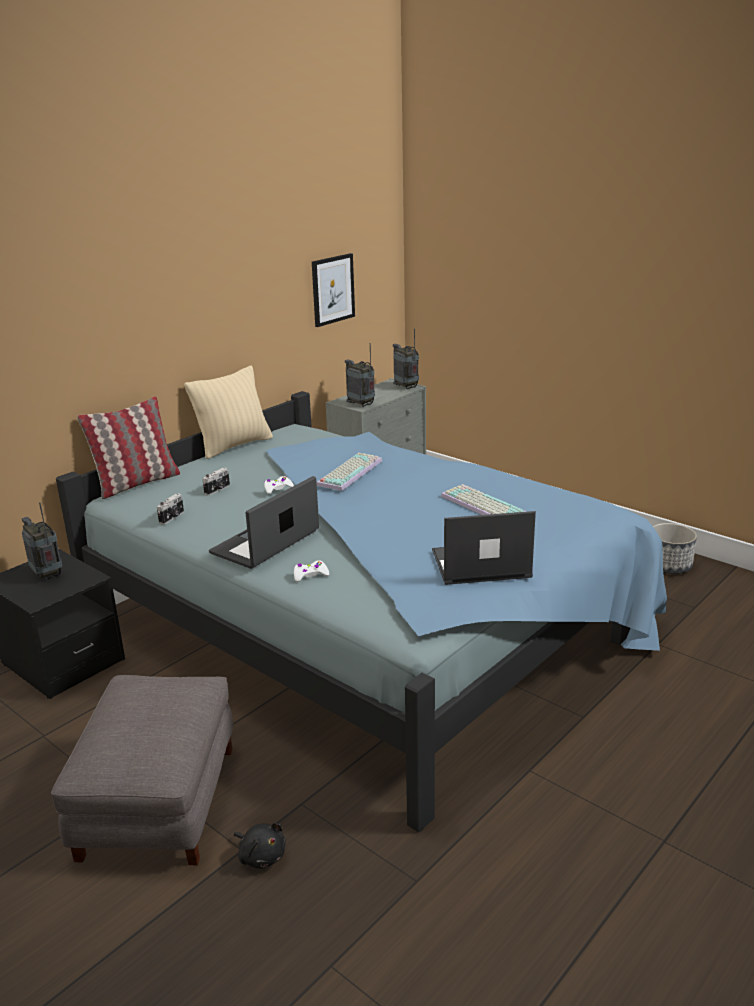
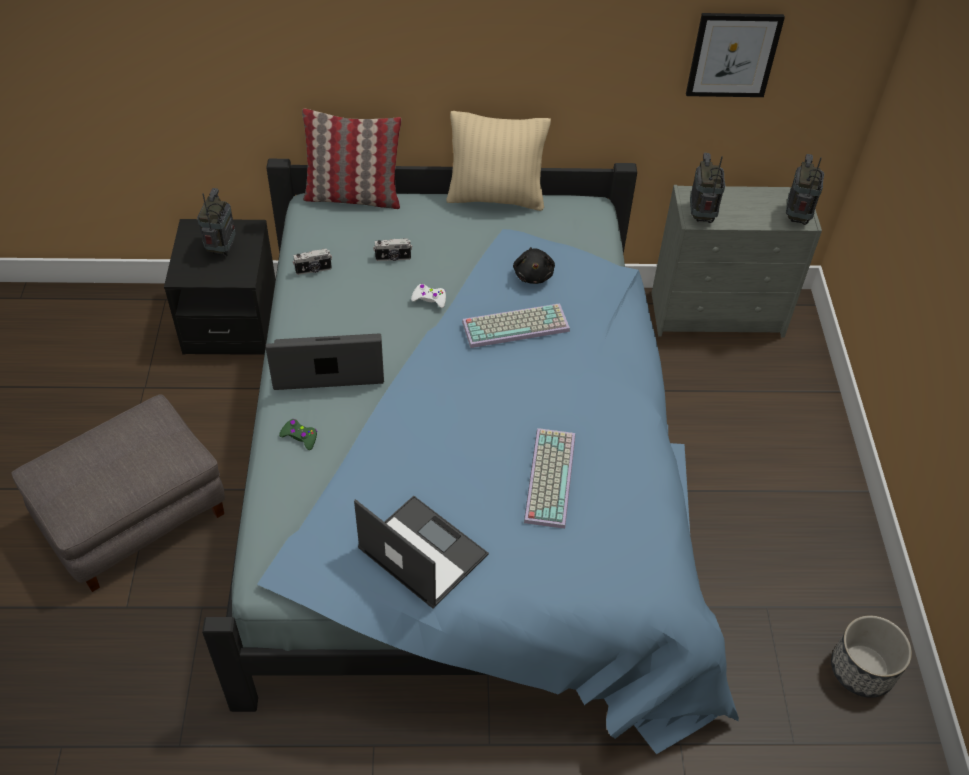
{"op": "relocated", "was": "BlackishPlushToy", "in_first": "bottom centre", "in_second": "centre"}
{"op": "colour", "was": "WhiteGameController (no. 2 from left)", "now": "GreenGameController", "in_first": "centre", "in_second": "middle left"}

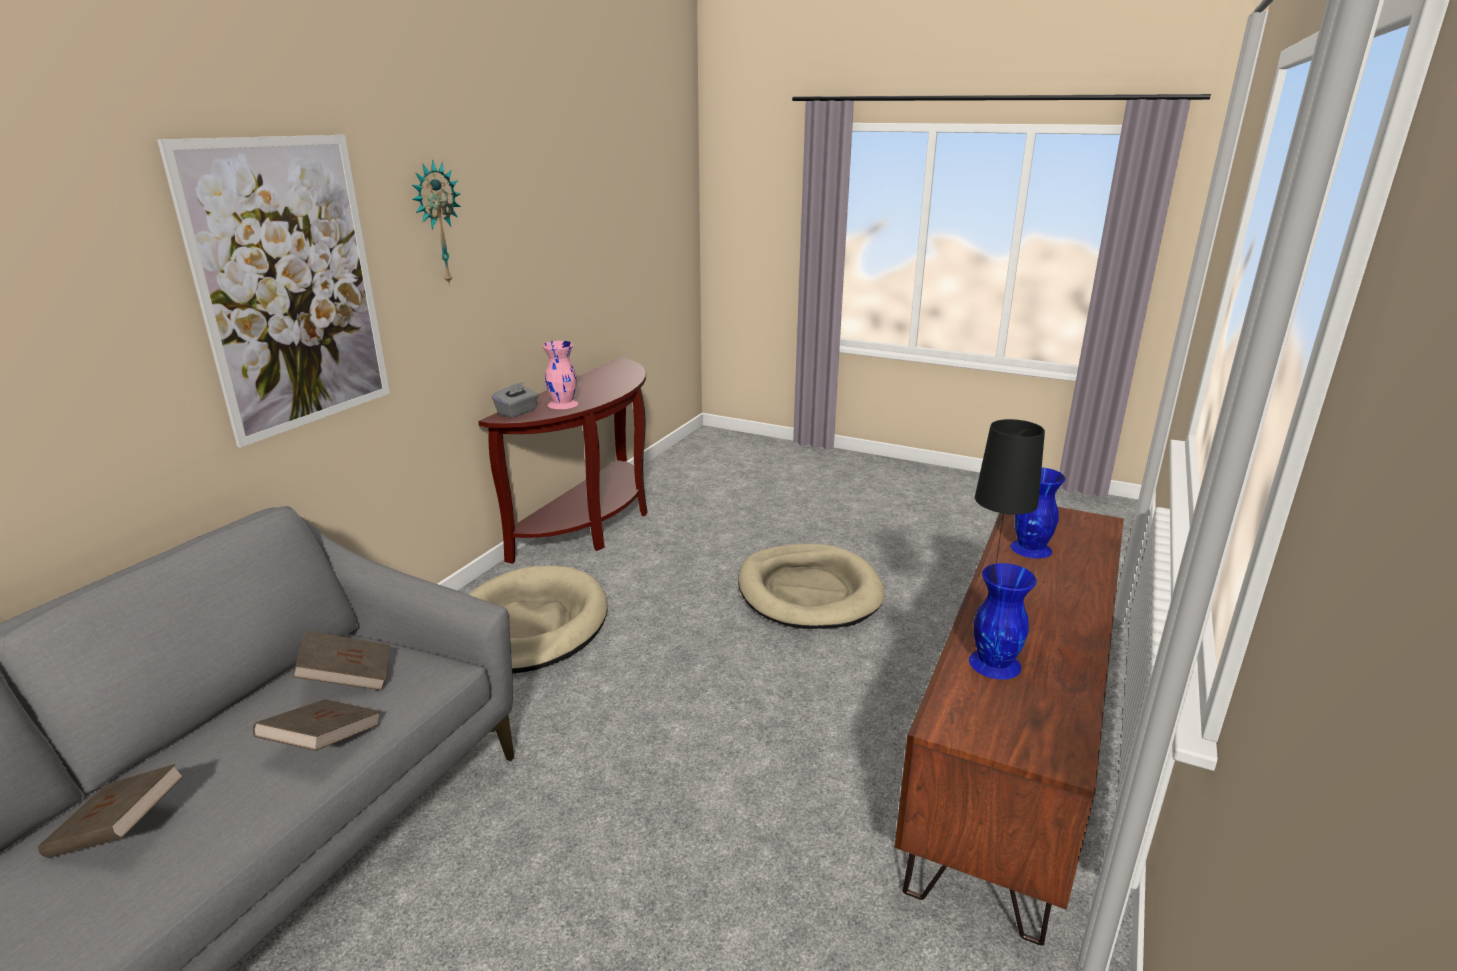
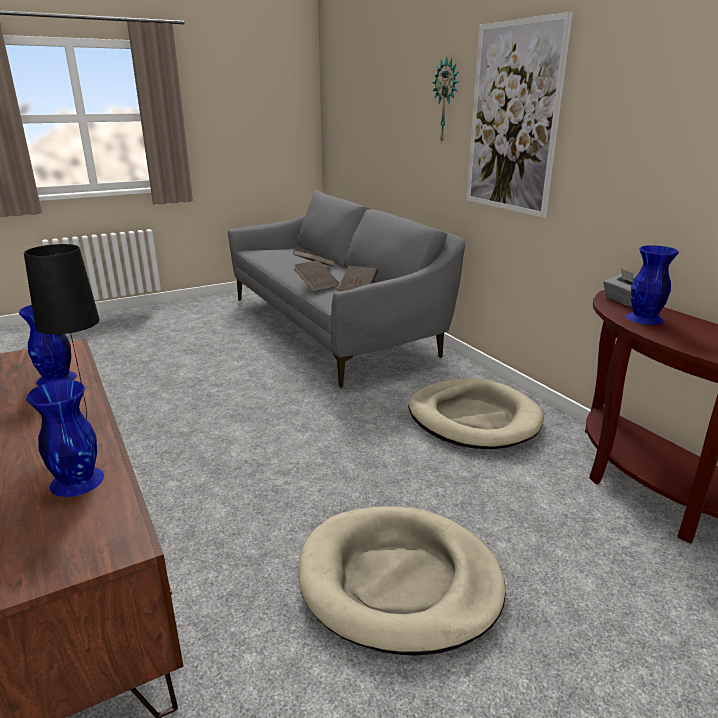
{"op": "relocated", "was": "WallClock", "in_first": "top left", "in_second": "top centre"}
{"op": "colour", "was": "PinkColouredFlowerVase", "now": "BlueColouredFlowerVase (no. 3 from left)", "in_first": "centre", "in_second": "middle right"}

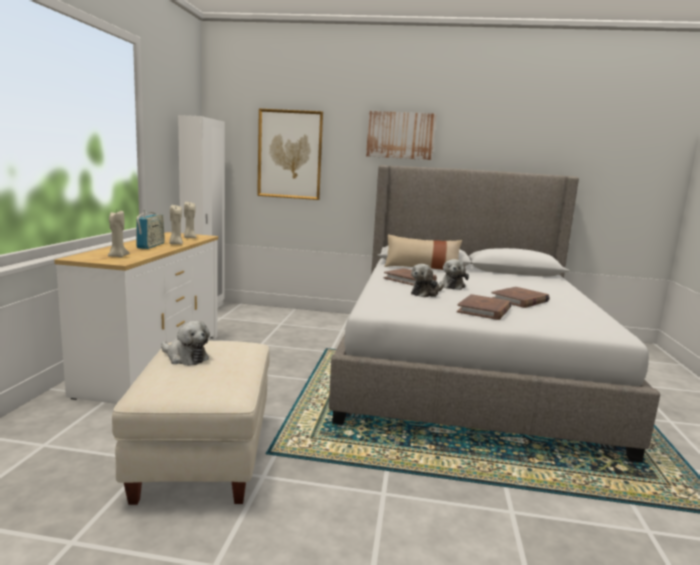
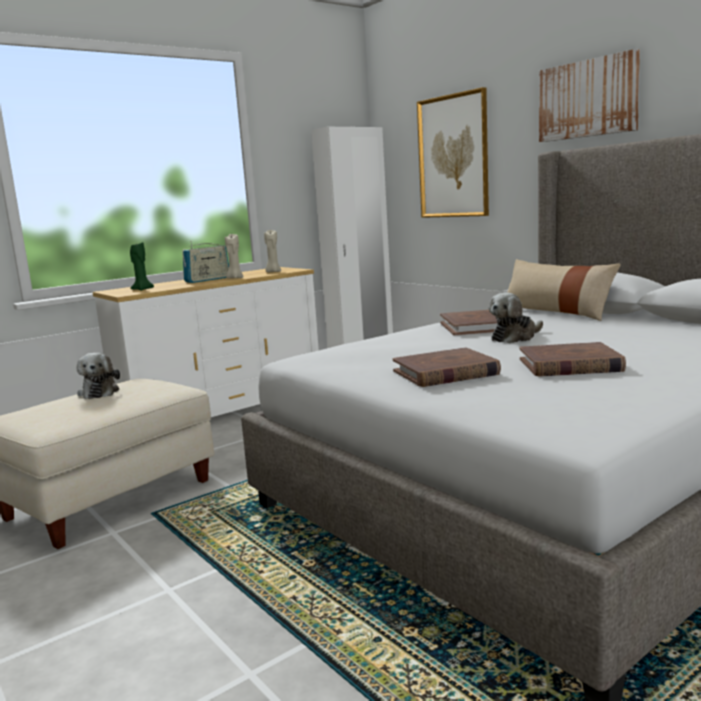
{"op": "colour", "was": "SandColouredWaxCandle (no. 1 from left)", "now": "GreenWaxCandle", "in_first": "middle left", "in_second": "middle left"}
{"op": "missing", "was": "PlushToy (no. 2 from left)", "in_first": "centre"}

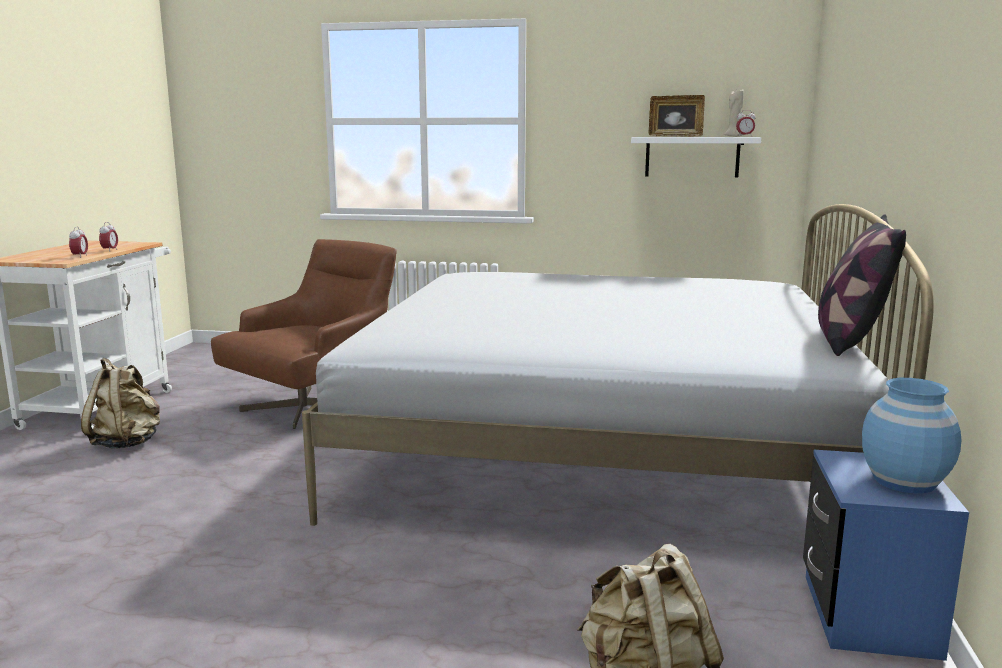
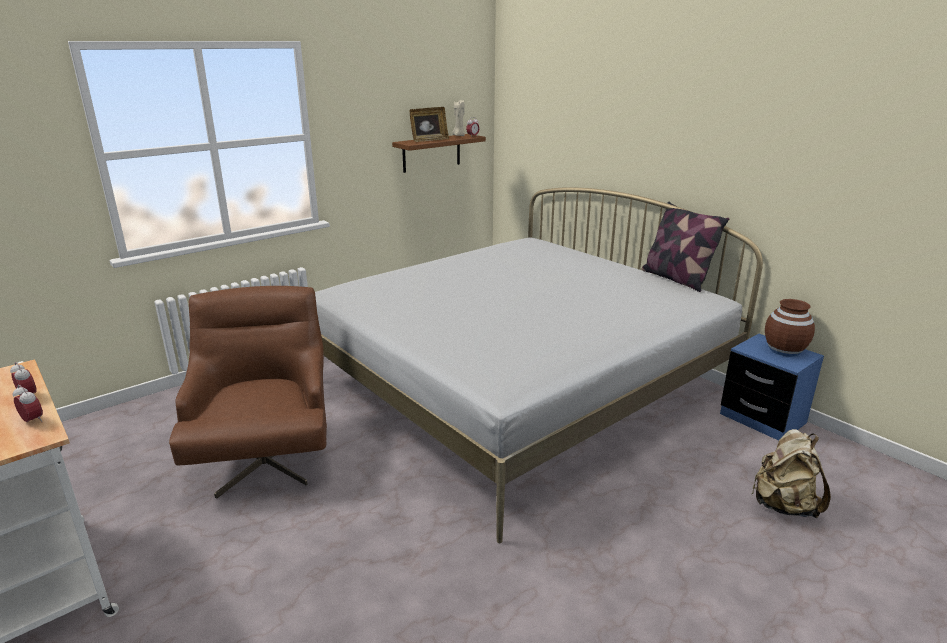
{"op": "missing", "was": "SandColouredRucksack (no. 1 from left)", "in_first": "middle left"}
{"op": "colour", "was": "WhiteShelf", "now": "BrownColouredShelf", "in_first": "top right", "in_second": "top centre"}
{"op": "colour", "was": "BlueColouredFlowerVase", "now": "BrownColouredFlowerVase", "in_first": "middle right", "in_second": "middle right"}

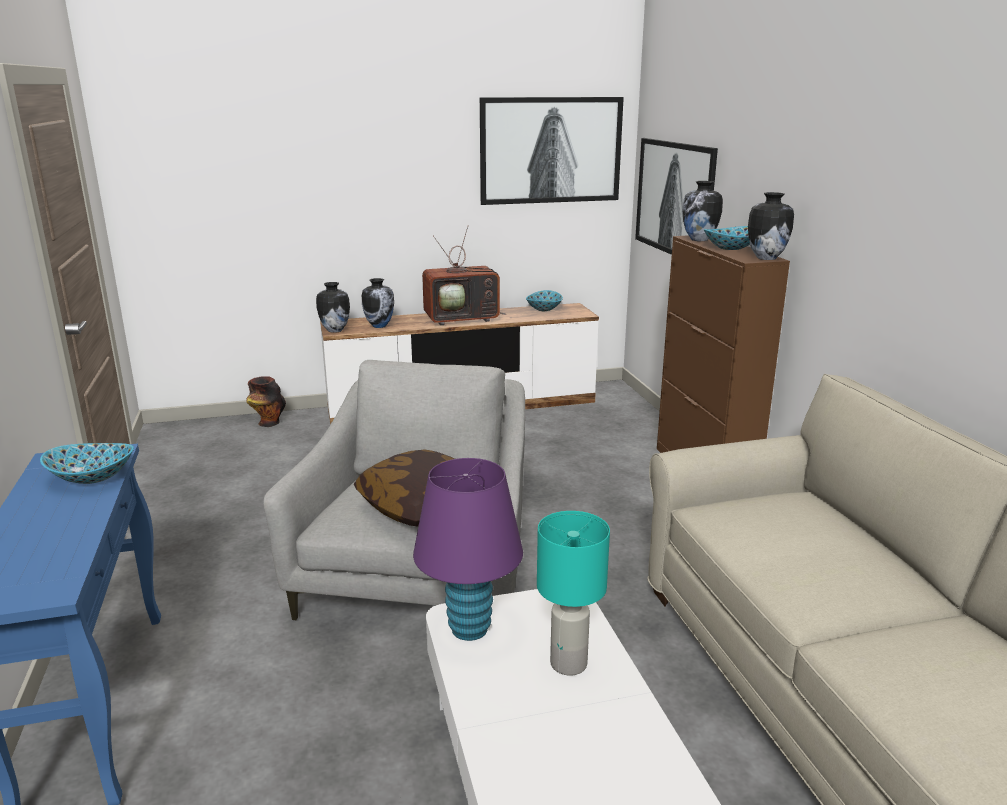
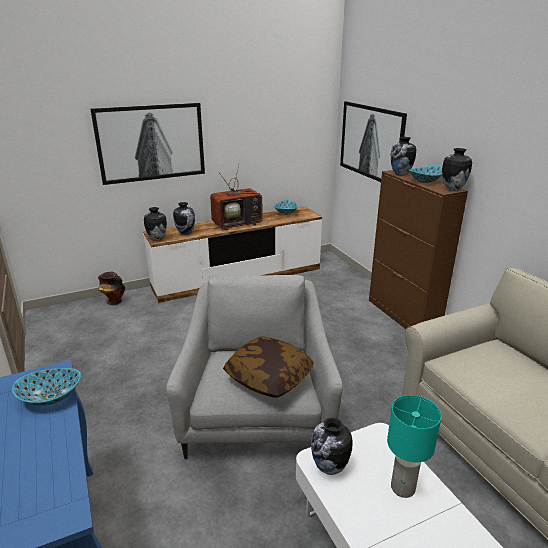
{"op": "exchanged", "was": "PurpleLampForATable", "now": "FlowerVase (no. 4 from left)", "in_first": "bottom centre", "in_second": "bottom centre"}
{"op": "relocated", "was": "Picture (no. 1 from left)", "in_first": "top centre", "in_second": "top left"}

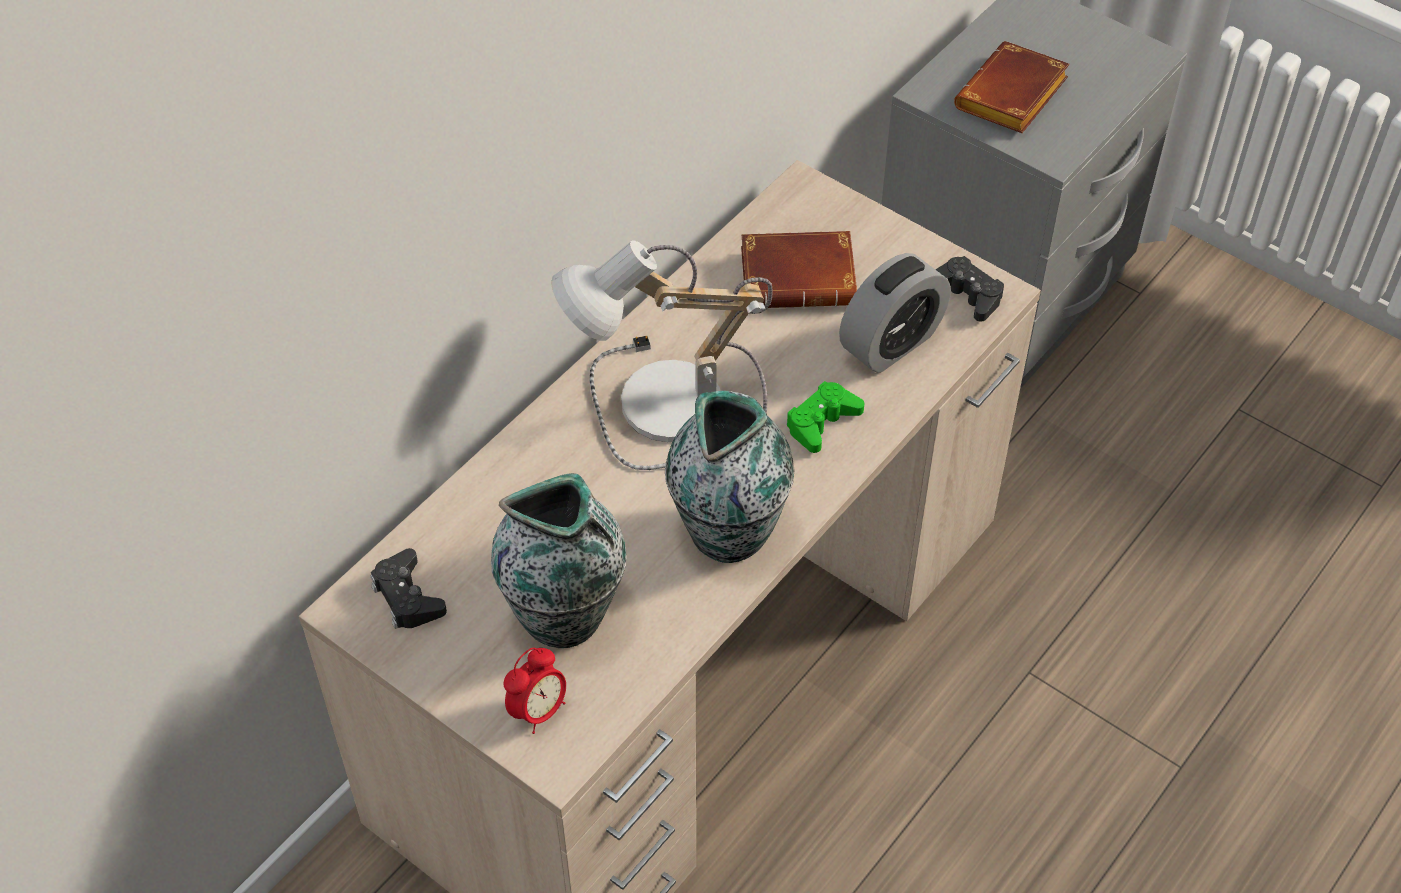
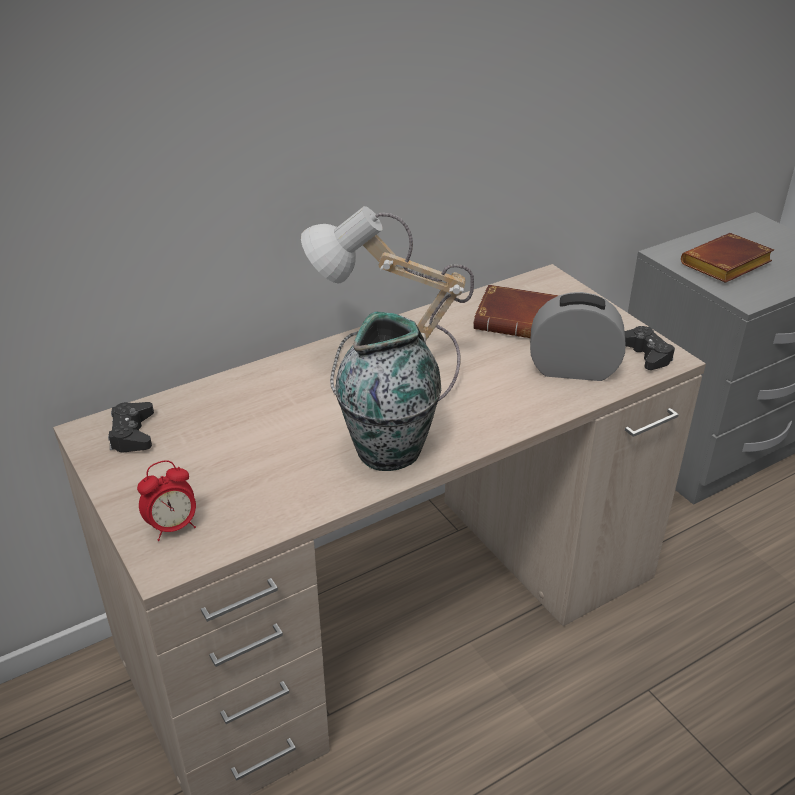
{"op": "missing", "was": "FlowerVase (no. 1 from left)", "in_first": "centre"}
{"op": "missing", "was": "GreenGameController", "in_first": "centre"}
{"op": "spun", "was": "TableClock (no. 2 from left)", "in_first": "centre", "in_second": "middle right", "clockwise": -150}

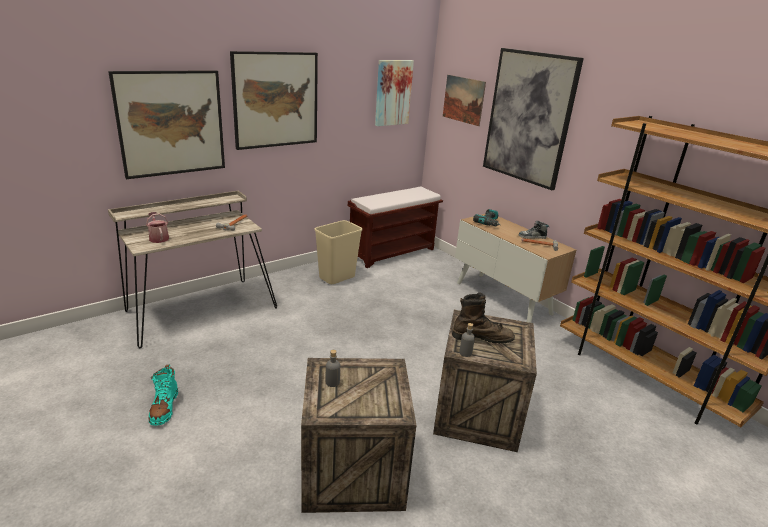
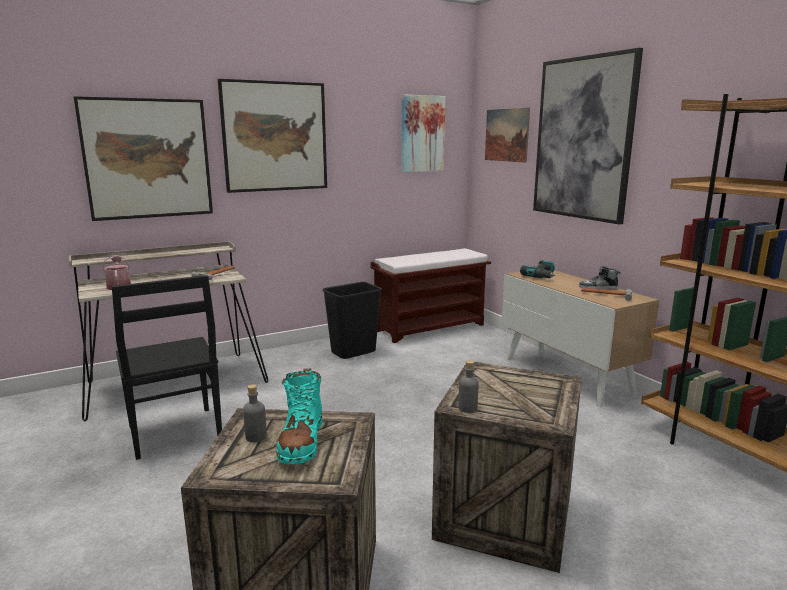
{"op": "relocated", "was": "BlueGreenBoot", "in_first": "bottom left", "in_second": "bottom centre"}
{"op": "colour", "was": "SandColouredWasteBin", "now": "BlackishWasteBin", "in_first": "centre", "in_second": "centre"}
{"op": "missing", "was": "BrownColouredBoot", "in_first": "centre"}
{"op": "appeared", "now": "BlackishPlainChair", "in_second": "middle left"}

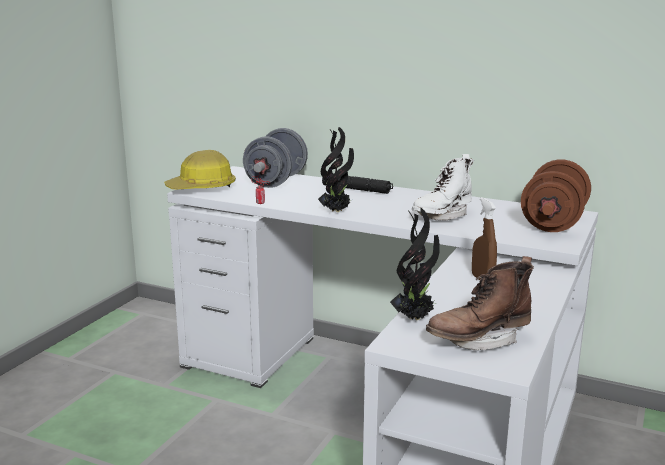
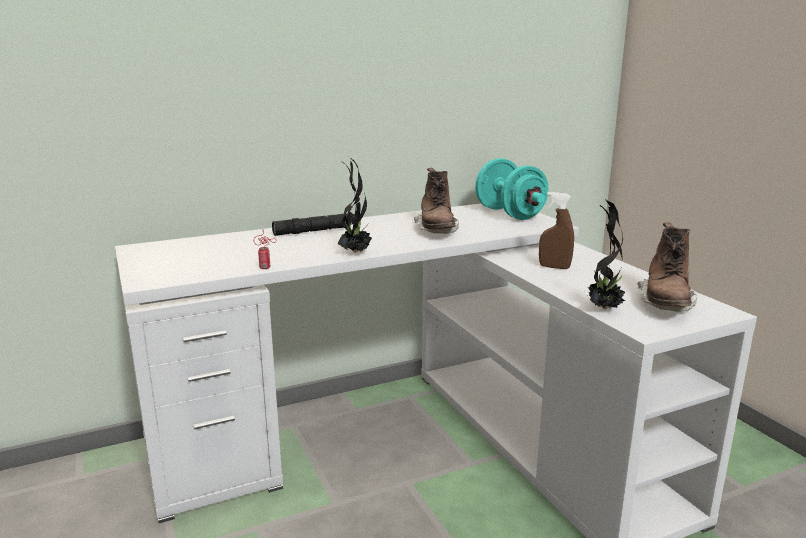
{"op": "missing", "was": "SafetyHelmet", "in_first": "middle left"}
{"op": "missing", "was": "GreyFreeWeight", "in_first": "centre"}
{"op": "colour", "was": "WhiteBoot", "now": "BrownColouredBoot (no. 1 from left)", "in_first": "centre", "in_second": "centre"}
{"op": "colour", "was": "BrownColouredFreeWeight", "now": "BlueGreenFreeWeight", "in_first": "middle right", "in_second": "centre"}

